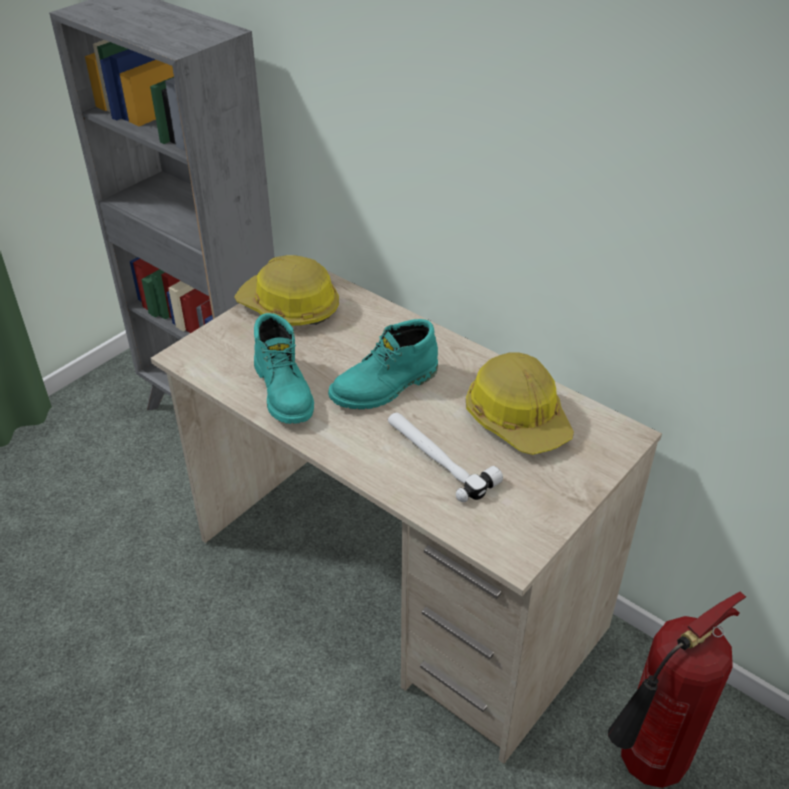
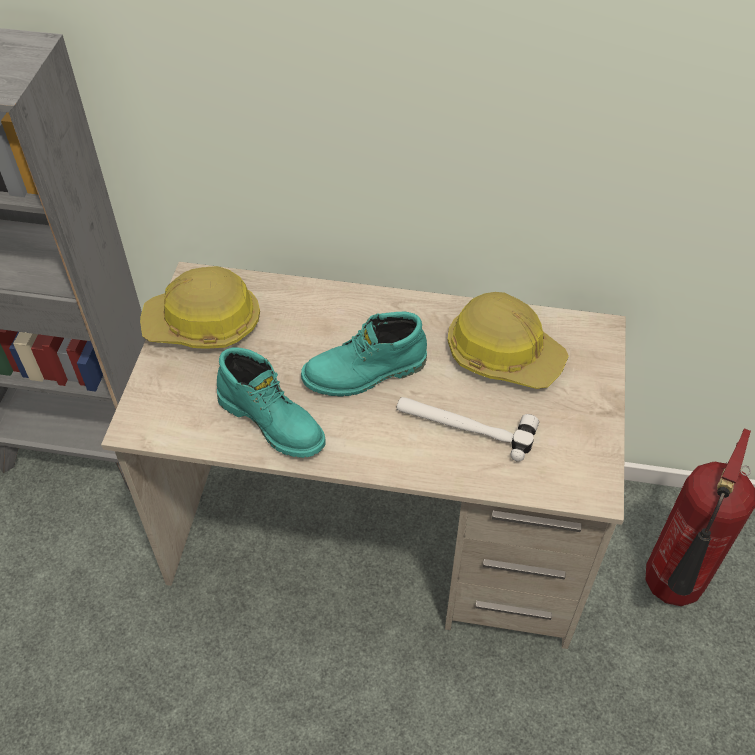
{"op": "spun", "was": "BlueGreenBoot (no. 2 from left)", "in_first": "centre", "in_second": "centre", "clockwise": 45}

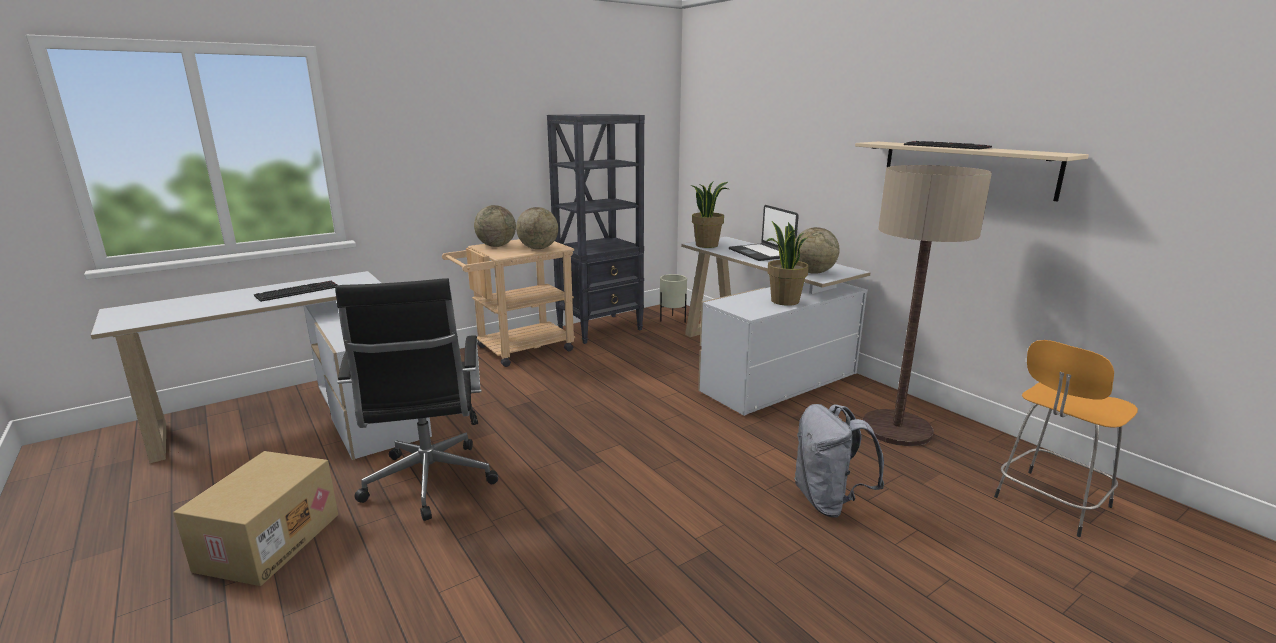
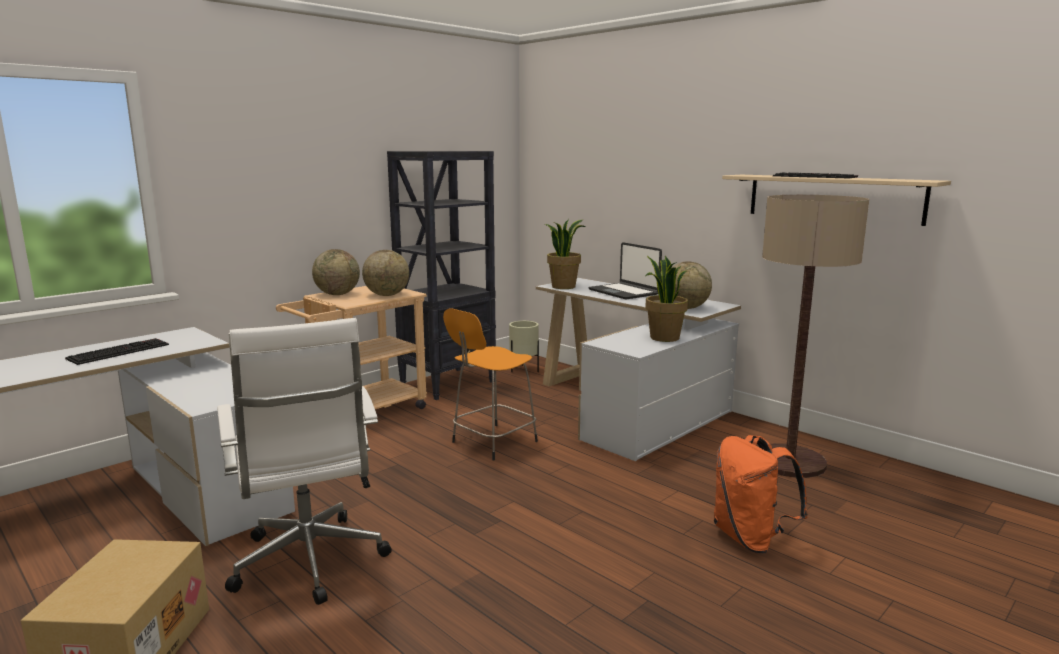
{"op": "colour", "was": "BlackishOfficeChair", "now": "WhiteOfficeChair", "in_first": "middle left", "in_second": "bottom left"}
{"op": "colour", "was": "GreyRucksack", "now": "OrangeyRucksack", "in_first": "bottom centre", "in_second": "bottom right"}
{"op": "relocated", "was": "OrangeyStool", "in_first": "bottom right", "in_second": "centre"}

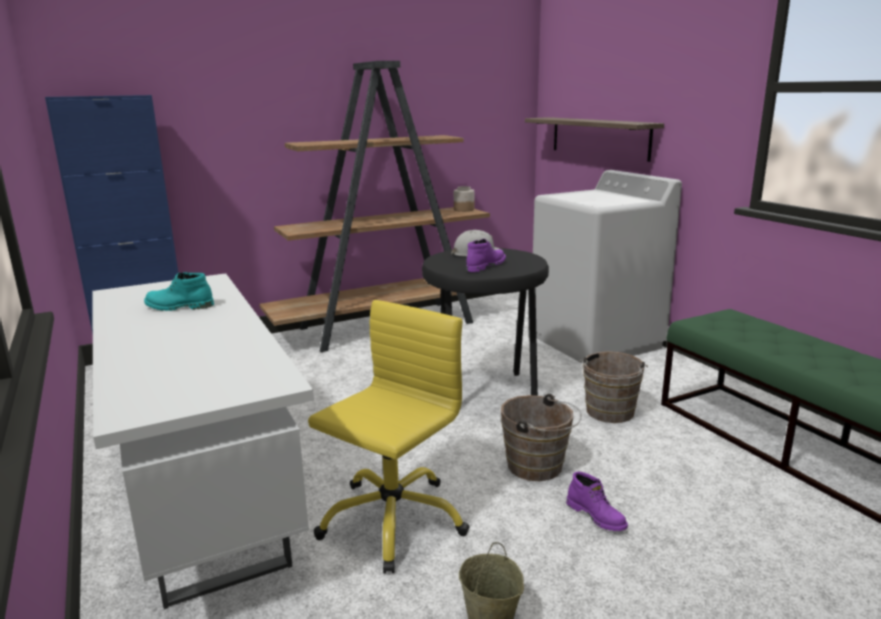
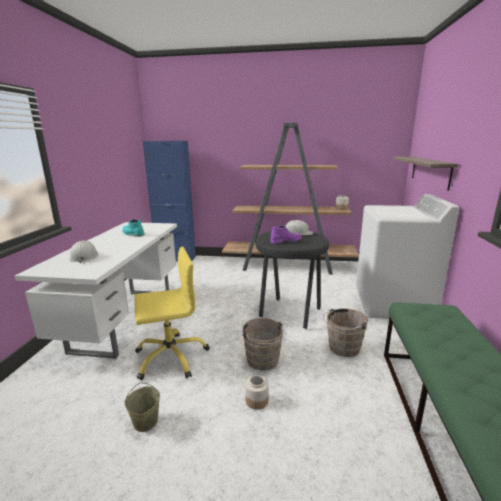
{"op": "exchanged", "was": "PurpleBoot (no. 2 from left)", "now": "PreserveJar (no. 1 from left)", "in_first": "bottom right", "in_second": "bottom centre"}
{"op": "appeared", "now": "WhiteSafetyHelmet (no. 1 from left)", "in_second": "middle left"}

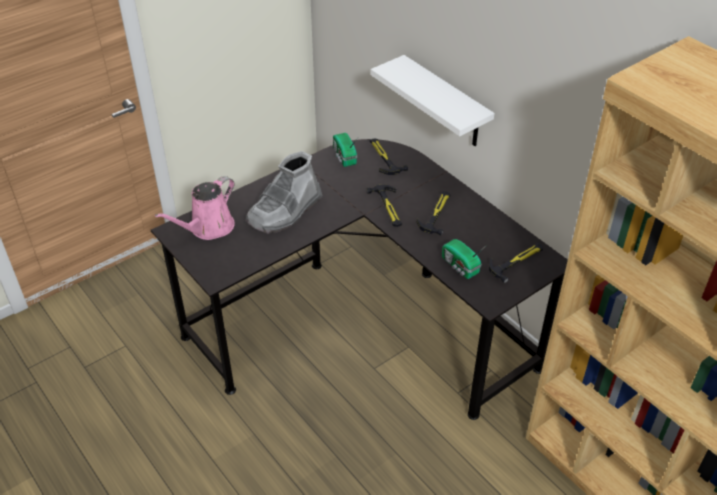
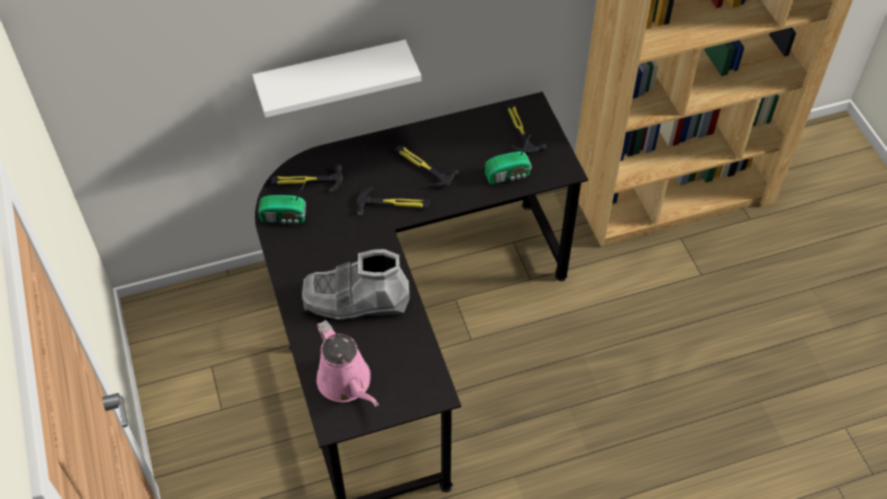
{"op": "spun", "was": "GreyBoot", "in_first": "centre", "in_second": "centre", "clockwise": 120}

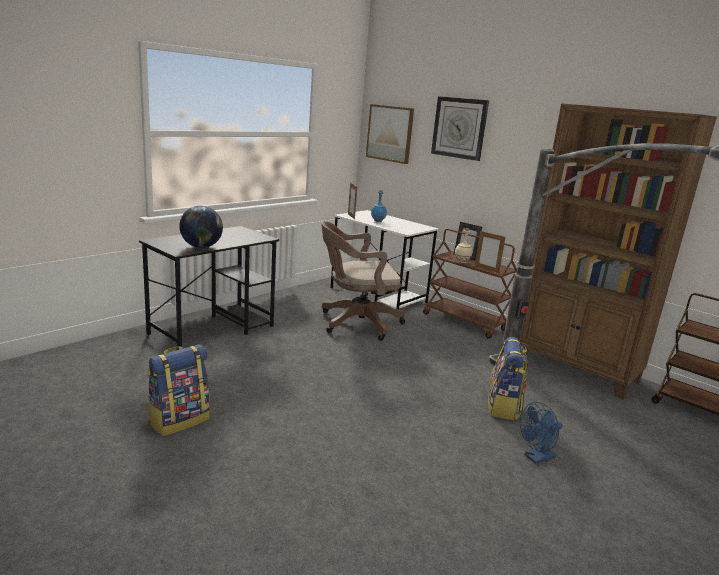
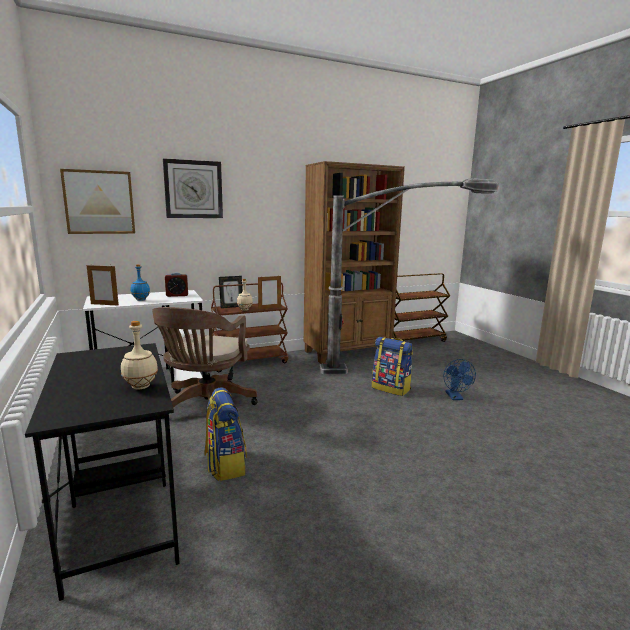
{"op": "relocated", "was": "Rucksack (no. 1 from left)", "in_first": "bottom left", "in_second": "bottom centre"}
{"op": "exchanged", "was": "Globe", "now": "SandColouredBeverageBottle (no. 1 from left)", "in_first": "middle left", "in_second": "middle left"}
{"op": "appeared", "now": "TableClock", "in_second": "middle left"}

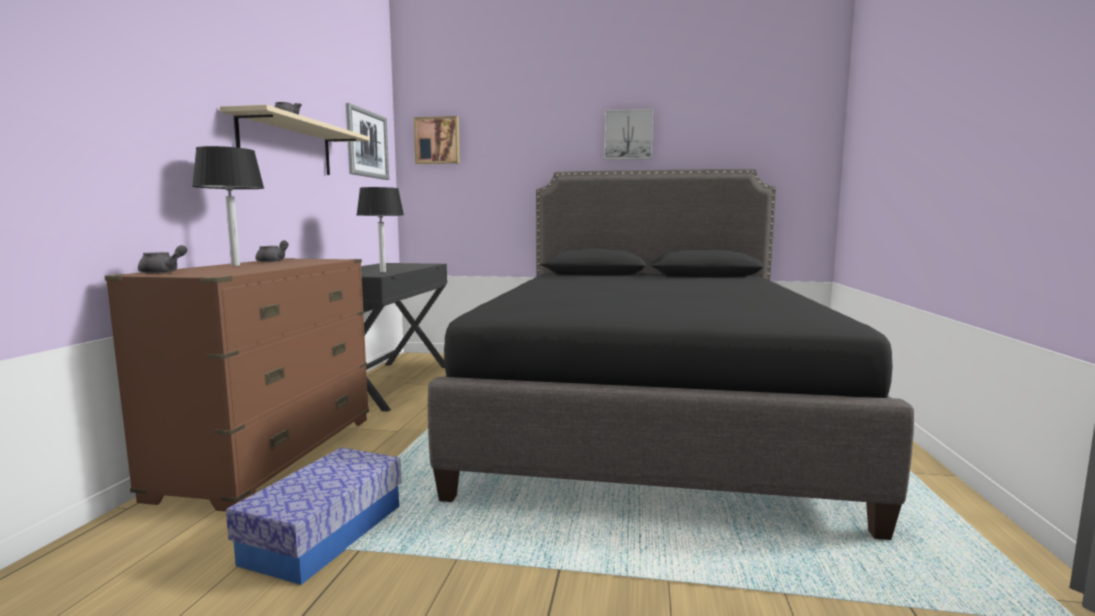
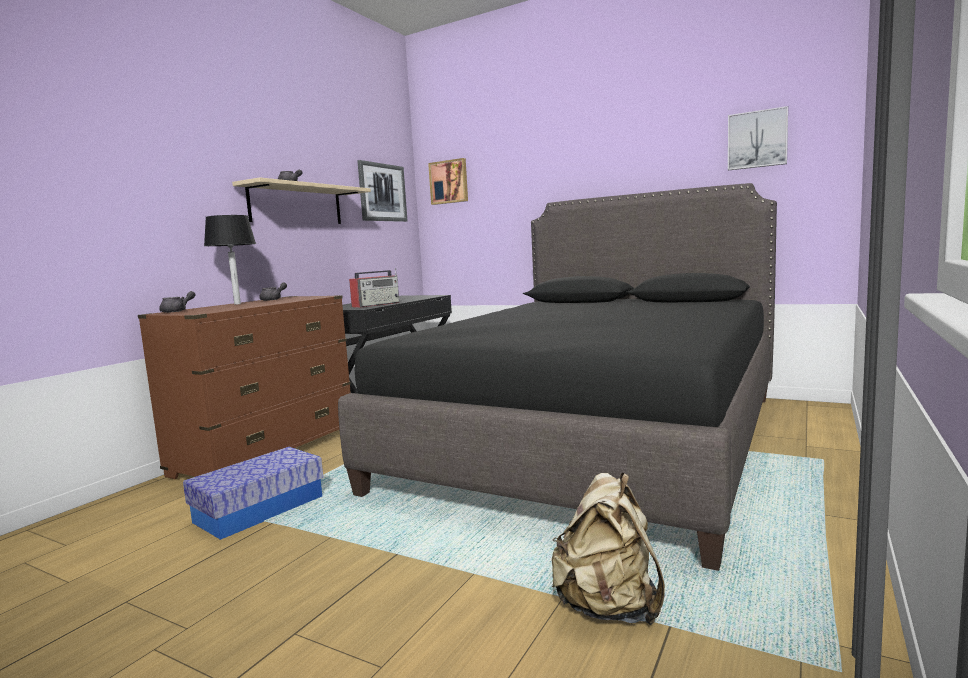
{"op": "exchanged", "was": "BlackishLampForATable (no. 2 from left)", "now": "RadioSet", "in_first": "centre", "in_second": "centre"}
{"op": "relocated", "was": "Picture (no. 3 from left)", "in_first": "top centre", "in_second": "top right"}
{"op": "appeared", "now": "SandColouredRucksack", "in_second": "bottom centre"}

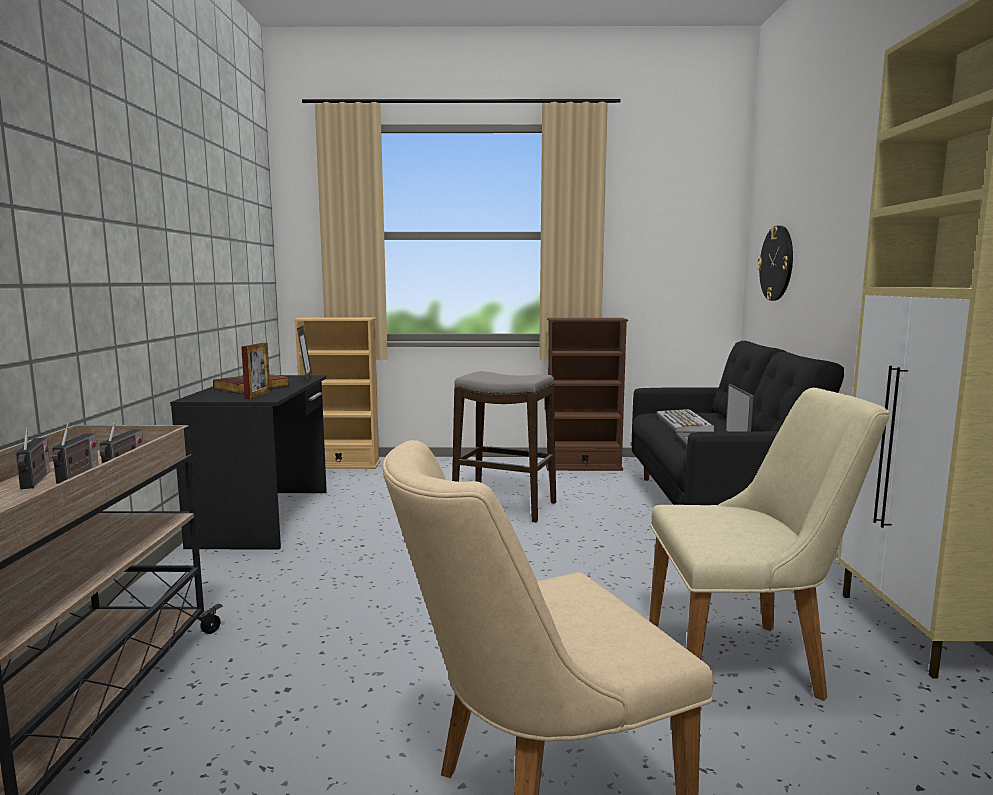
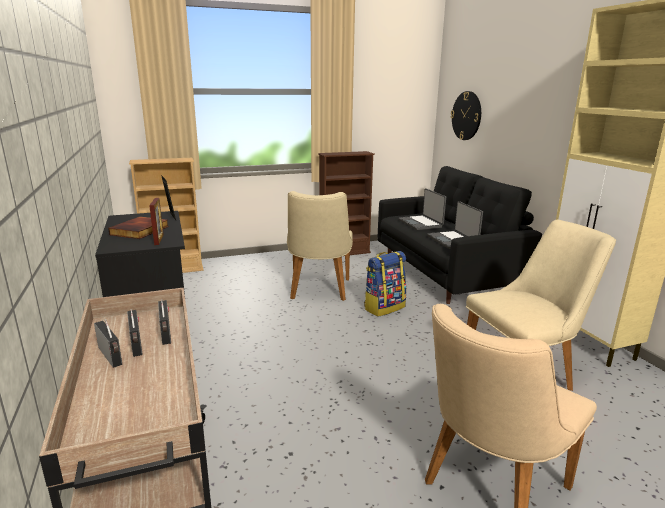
{"op": "exchanged", "was": "Stool", "now": "SandColouredPlainChair (no. 1 from left)", "in_first": "centre", "in_second": "centre"}
{"op": "exchanged", "was": "Keyboard", "now": "Laptop (no. 1 from left)", "in_first": "middle right", "in_second": "centre"}
{"op": "appeared", "now": "Rucksack", "in_second": "centre"}

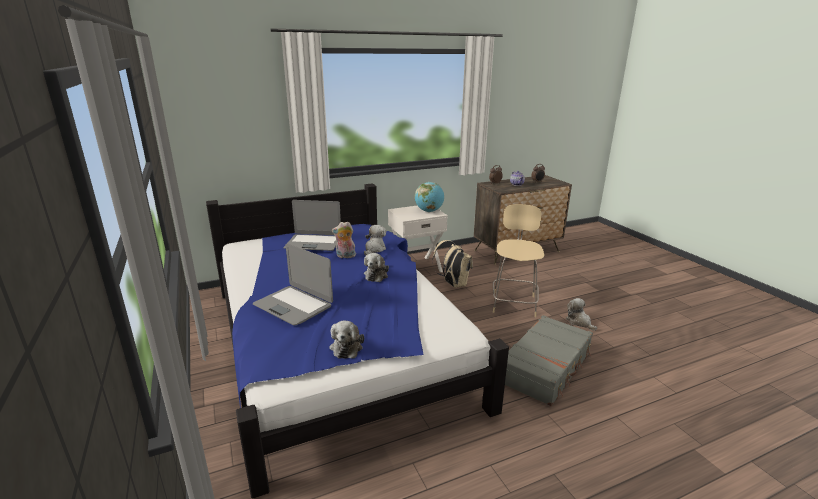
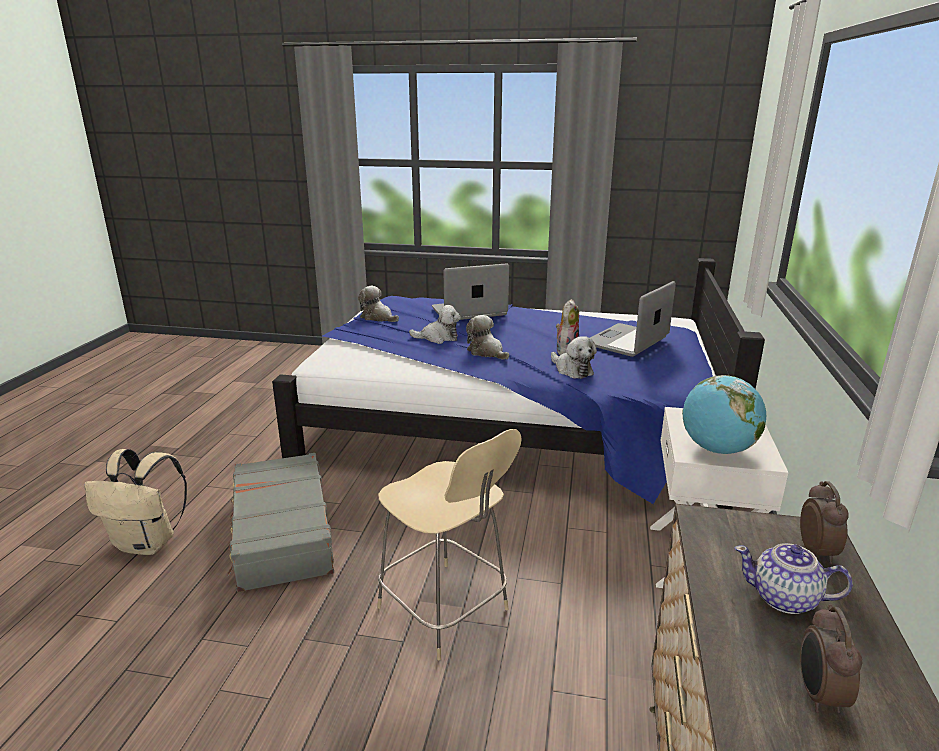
{"op": "relocated", "was": "SandColouredRucksack", "in_first": "centre", "in_second": "bottom left"}
{"op": "relocated", "was": "PlushToy (no. 5 from left in the first image)", "now": "PlushToy (no. 2 from left)", "in_first": "middle right", "in_second": "centre"}

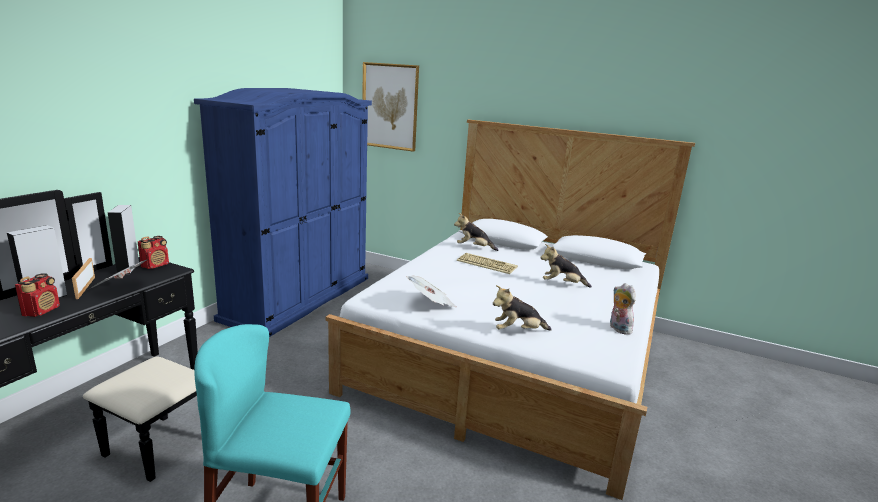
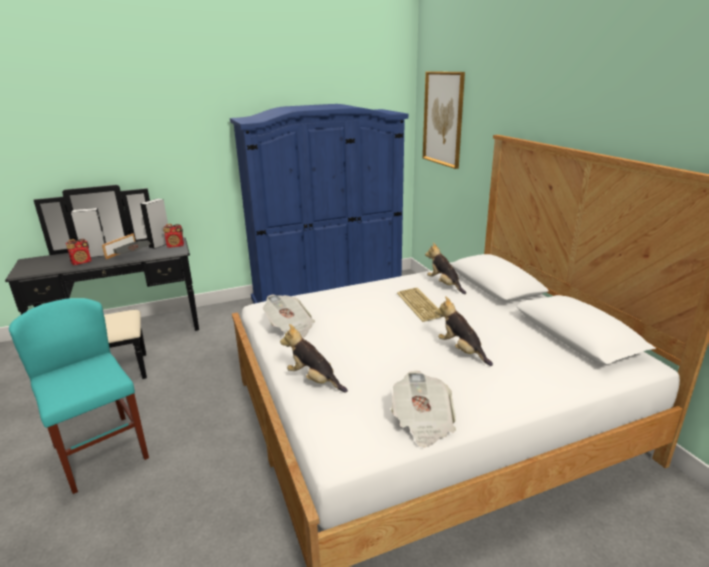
{"op": "exchanged", "was": "PlushToy (no. 4 from left)", "now": "DailyPaper (no. 3 from left)", "in_first": "middle right", "in_second": "bottom centre"}

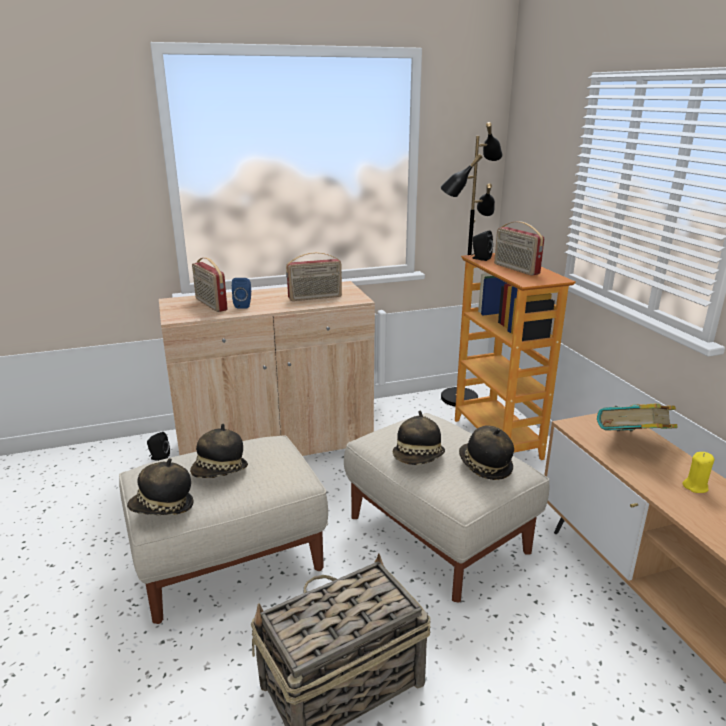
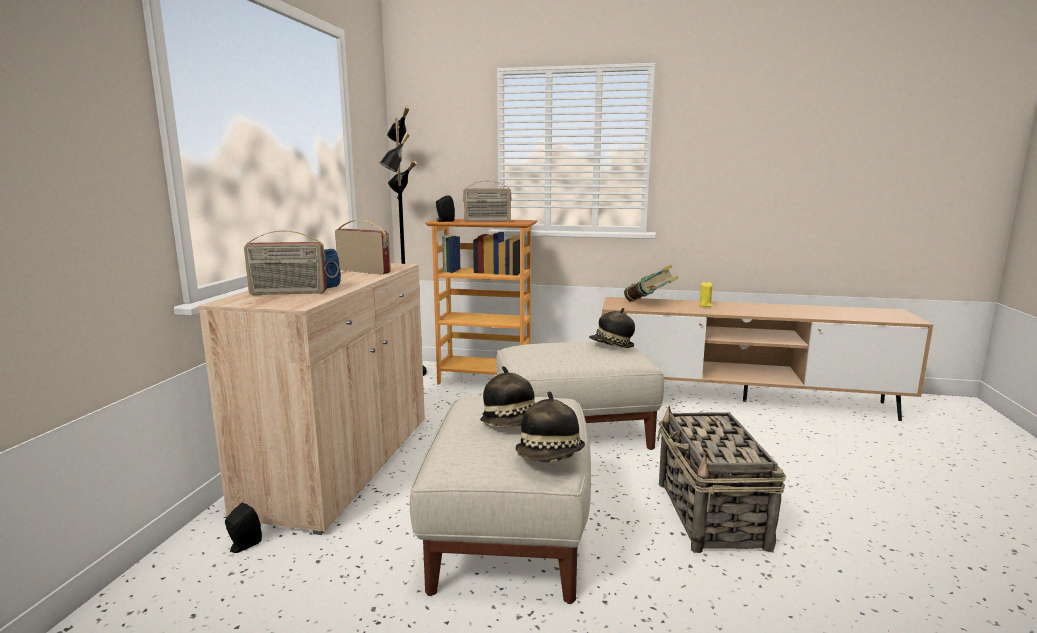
{"op": "spun", "was": "RadioSet (no. 2 from left)", "in_first": "centre", "in_second": "centre", "clockwise": -75}
{"op": "missing", "was": "Hat (no. 3 from left)", "in_first": "centre"}

